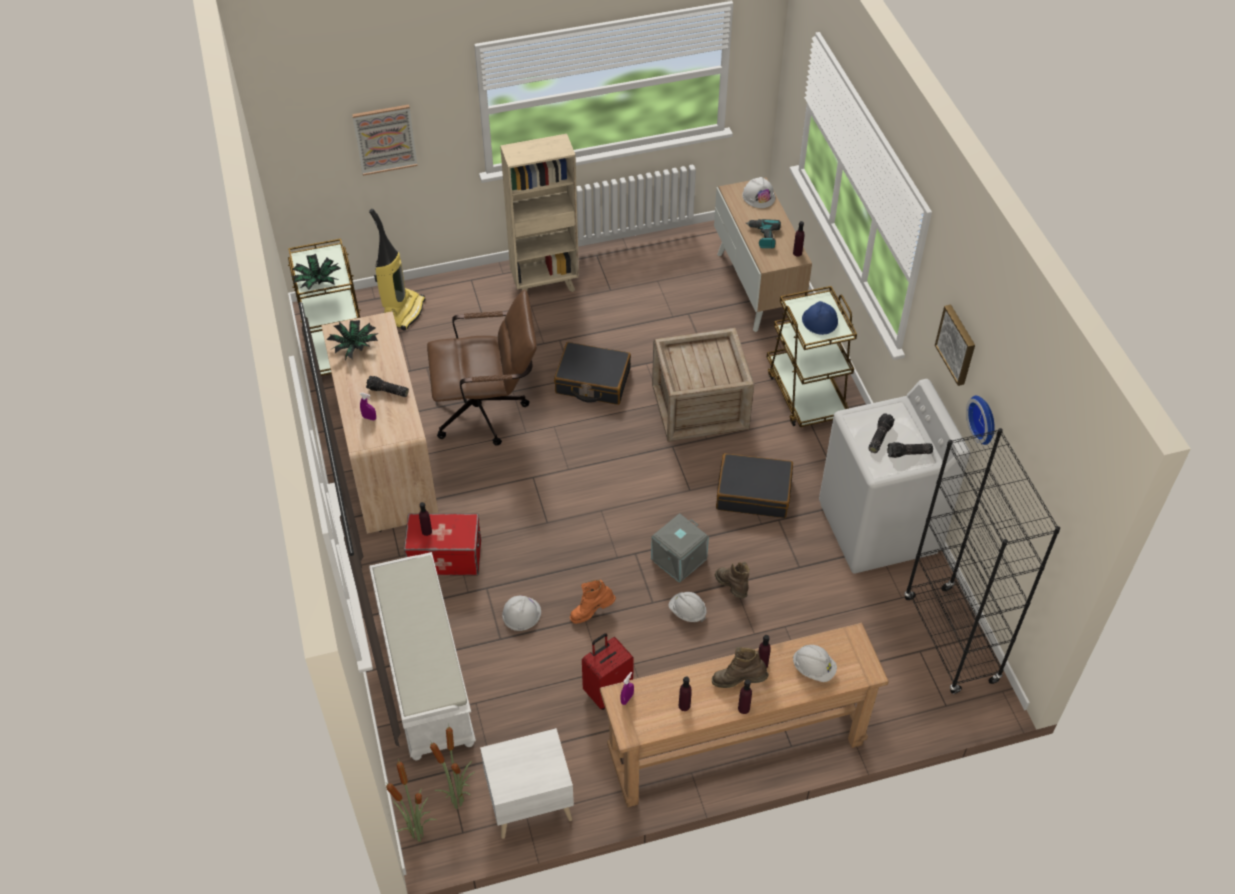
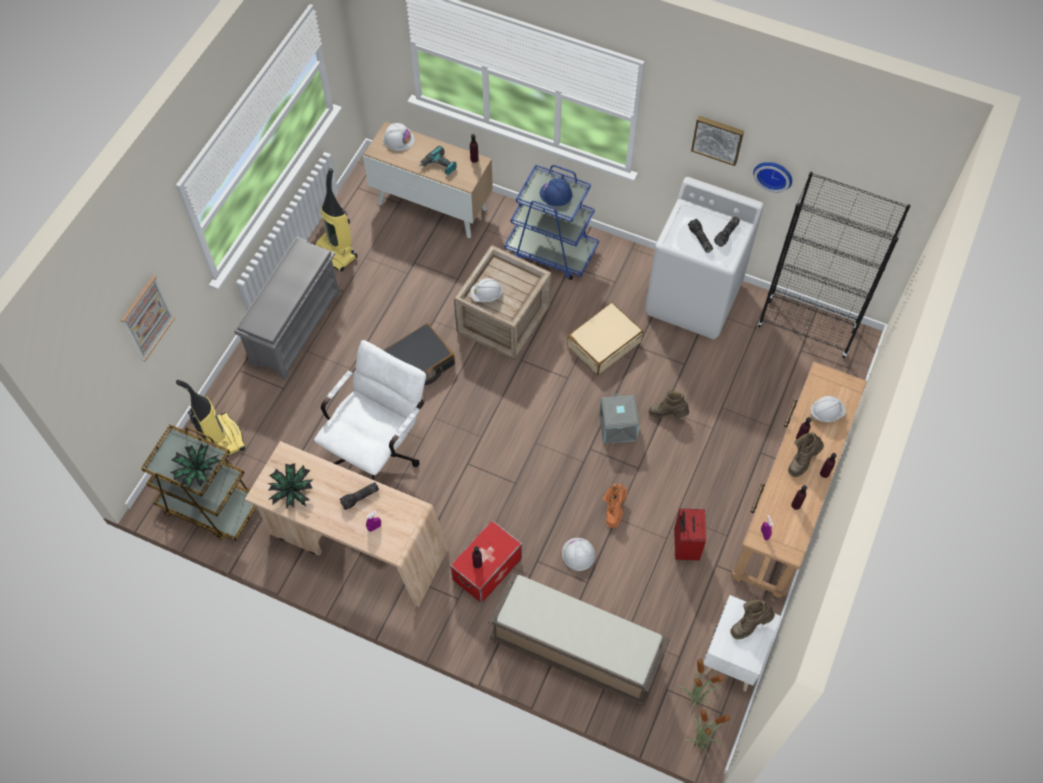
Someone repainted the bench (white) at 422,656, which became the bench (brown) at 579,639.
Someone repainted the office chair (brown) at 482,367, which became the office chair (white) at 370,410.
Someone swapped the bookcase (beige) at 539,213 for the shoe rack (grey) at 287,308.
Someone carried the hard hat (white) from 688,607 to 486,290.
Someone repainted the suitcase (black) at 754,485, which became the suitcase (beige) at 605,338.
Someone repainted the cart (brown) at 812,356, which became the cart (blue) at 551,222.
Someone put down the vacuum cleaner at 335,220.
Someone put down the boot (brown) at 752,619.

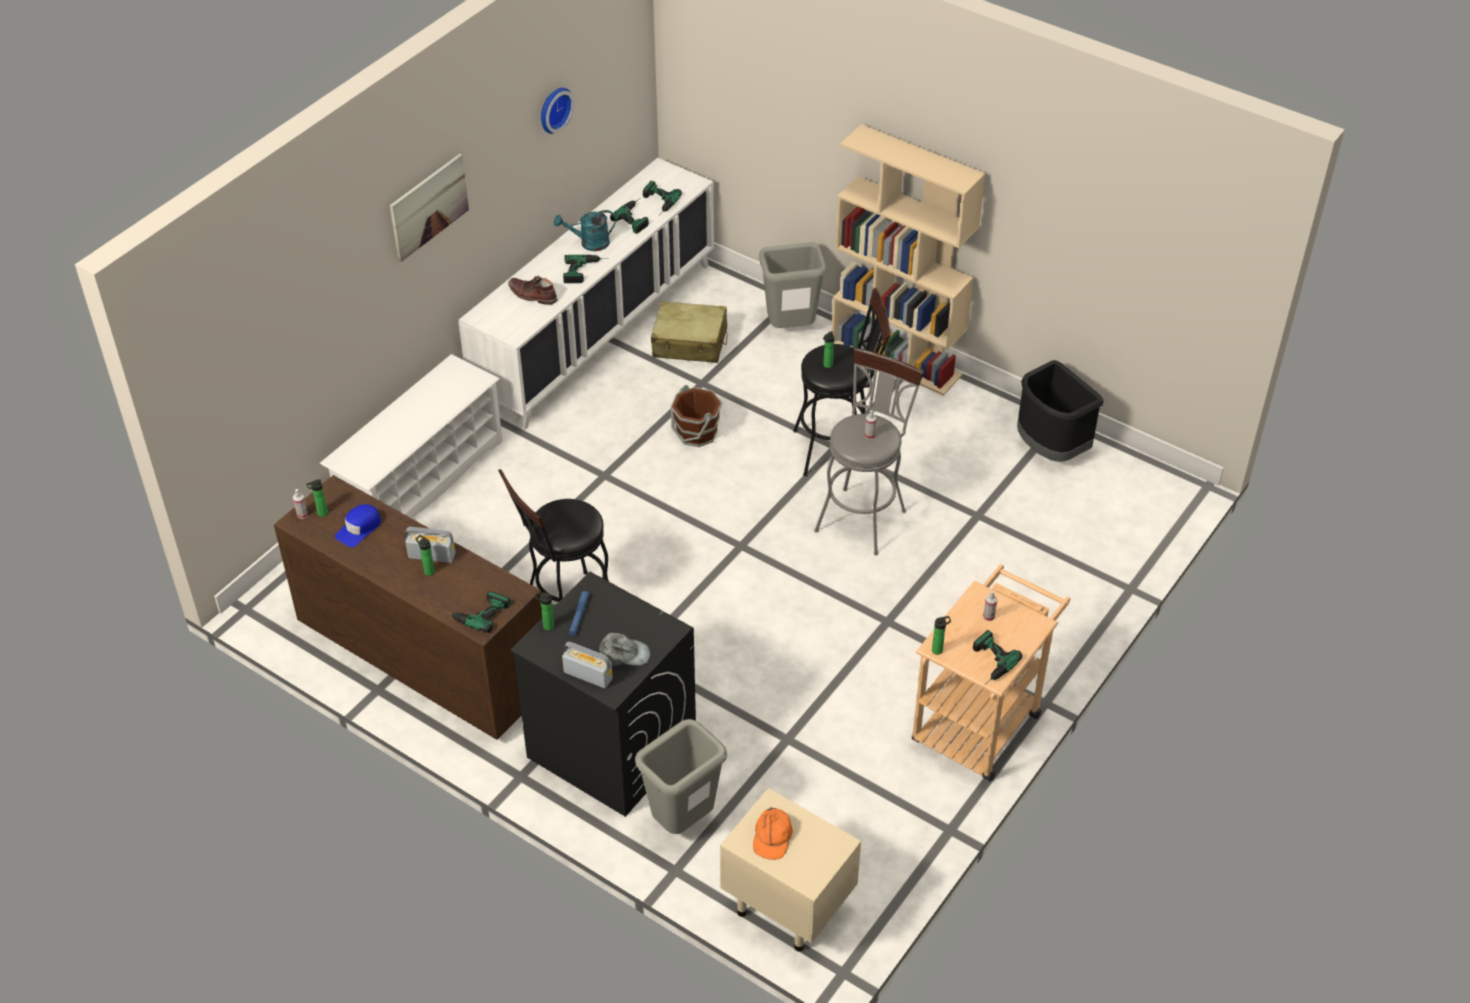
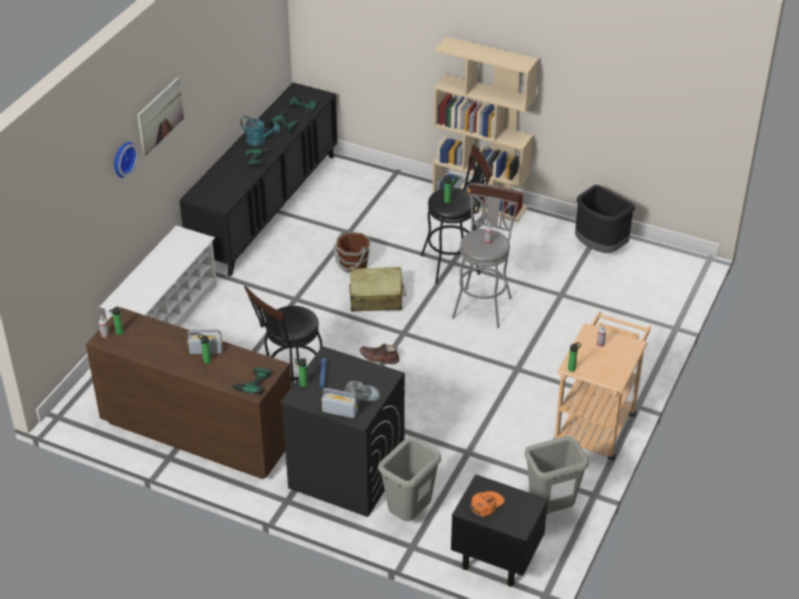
Someone took away the cap (blue) at 358,525.
Someone repainted the cabinet (white) at 586,294, which became the cabinet (black) at 259,179.
Someone carried the boot (brown) from 533,290 to 379,353.
Someone carried the wall clock from 557,111 to 126,160.
Someone rotated the watering can (turquoise) at 585,230 by 135 degrees counterclockwise.
Someone carried the suitcase (beige) from 689,332 to 377,289.
Someone repainted the nightstand (beige) at 790,870, which became the nightstand (black) at 499,530.
Someone rotated the cap (orange) at 773,833 by 135 degrees counterclockwise.
Someone carried the trash can (grey) from 793,285 to 557,475.
Someone took away the power drill at 997,657.

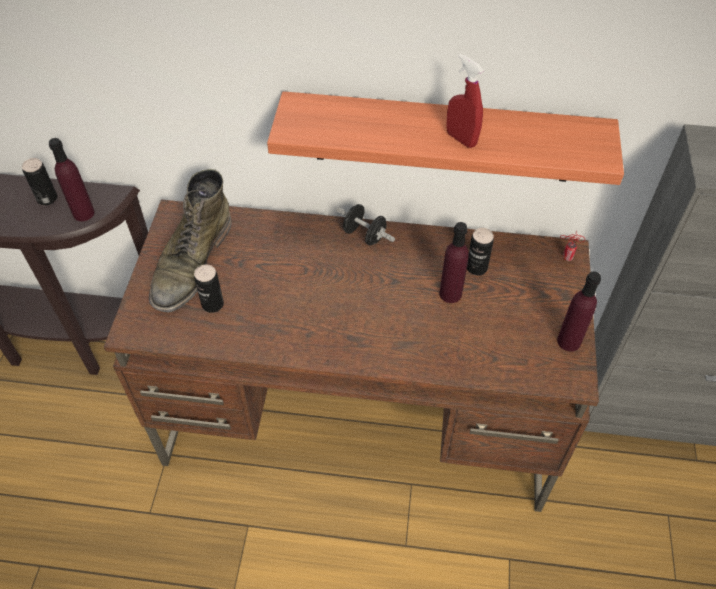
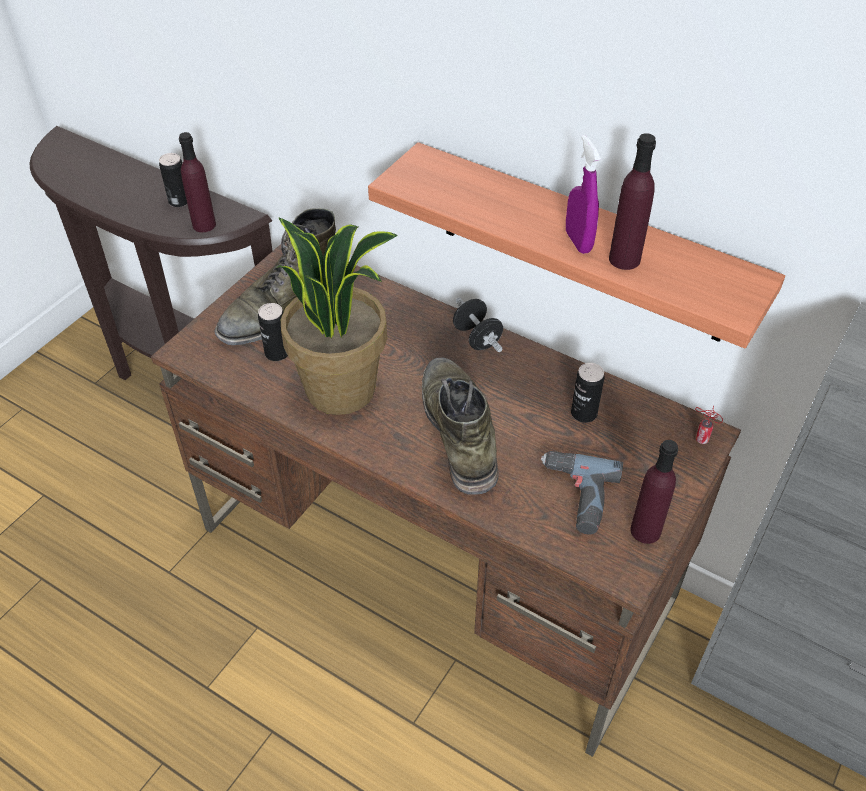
Someone carried the bottle (purple) from 454,262 to 632,201.
Someone repainted the spray bottle (red) at 465,101, which became the spray bottle (purple) at 583,194.
Someone put down the potted plant at 337,316.
Someone put down the boot (green) at 460,426.
Someone put down the power drill at 582,493.

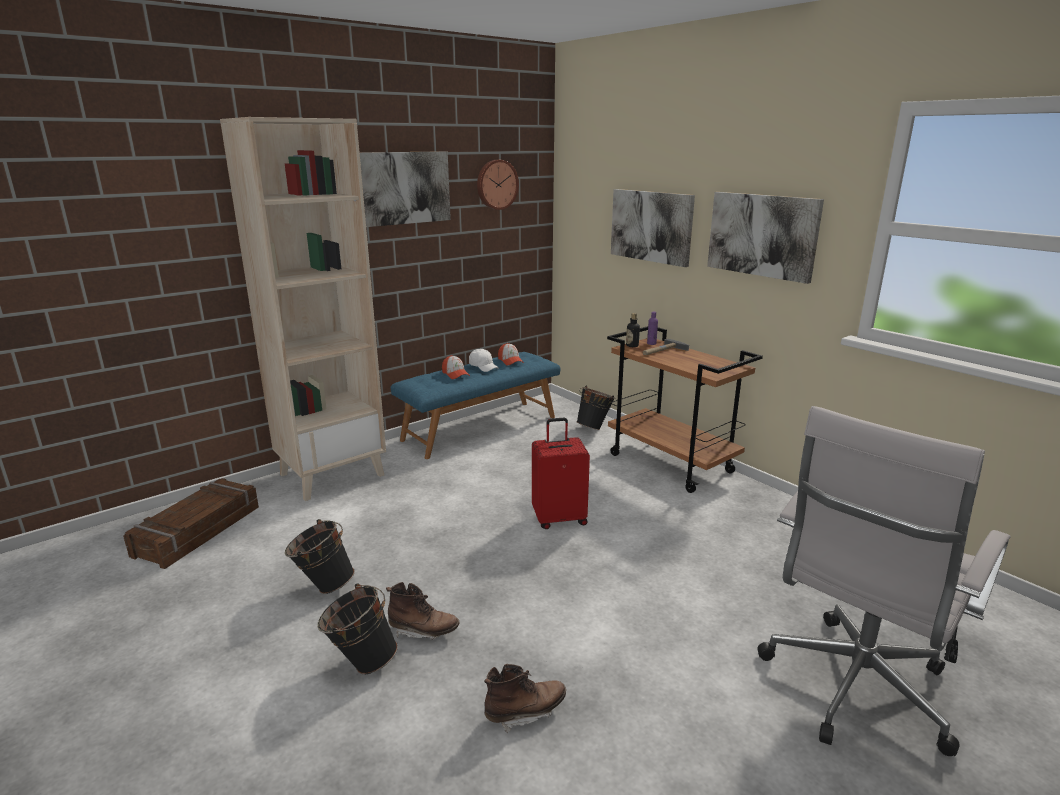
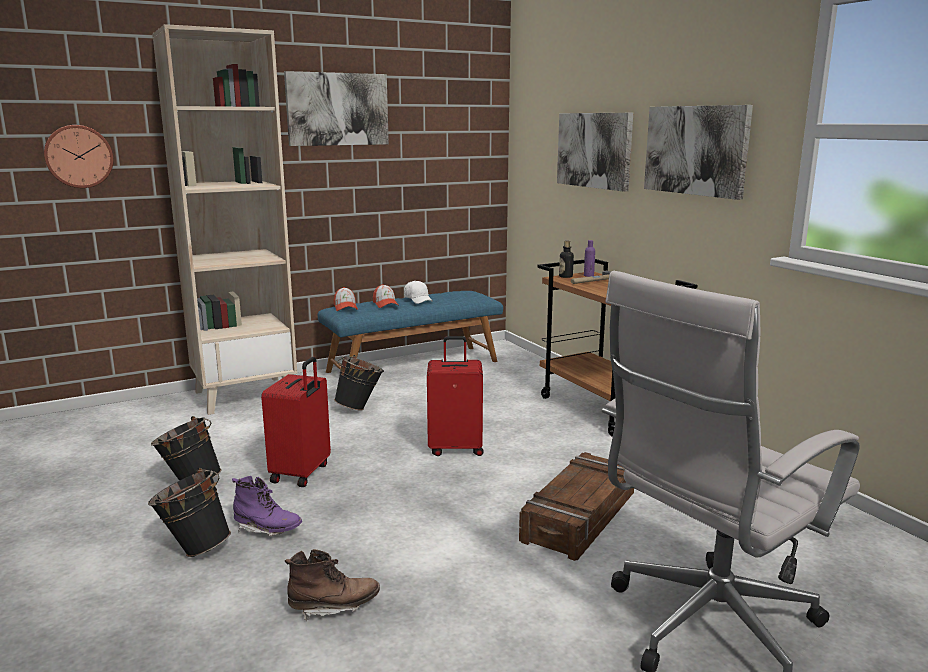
Someone carried the crate from 191,523 to 576,506.
Someone repainted the boot (brown) at 423,611, which became the boot (purple) at 267,506.
Someone carried the wall clock from 498,185 to 79,156.
Someone carried the cap from 511,354 to 346,299.
Someone carried the bucket (black) from 596,408 to 359,383.
Someone put down the suitcase (red) at 296,422.

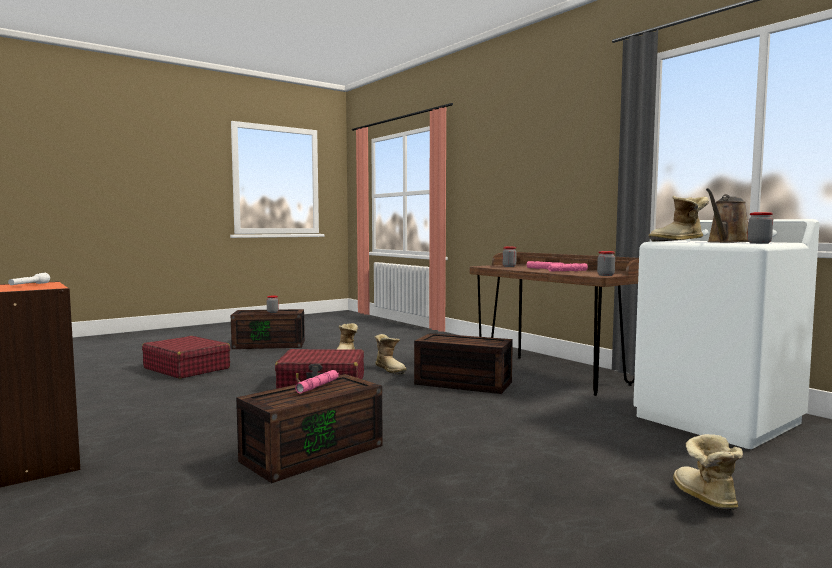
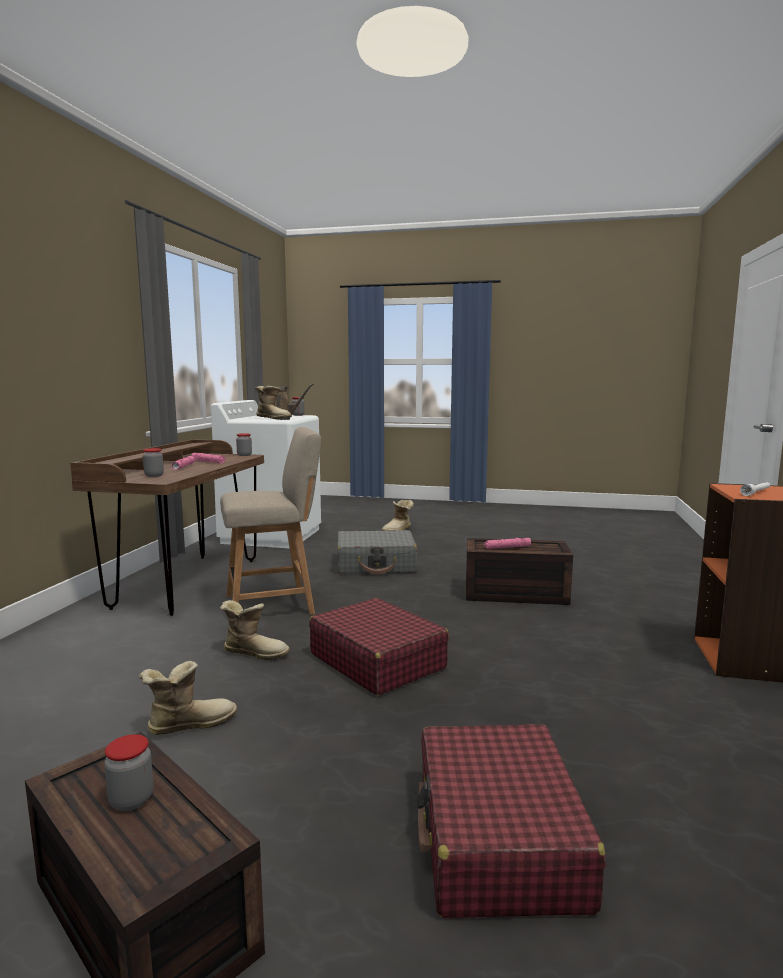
Someone rotated the boot at 390,354 by 90 degrees clockwise.
Someone swapped the storage box (brown) at 463,363 for the chair (beige) at 270,521.
Someone put down the suitcase (grey) at 377,552.

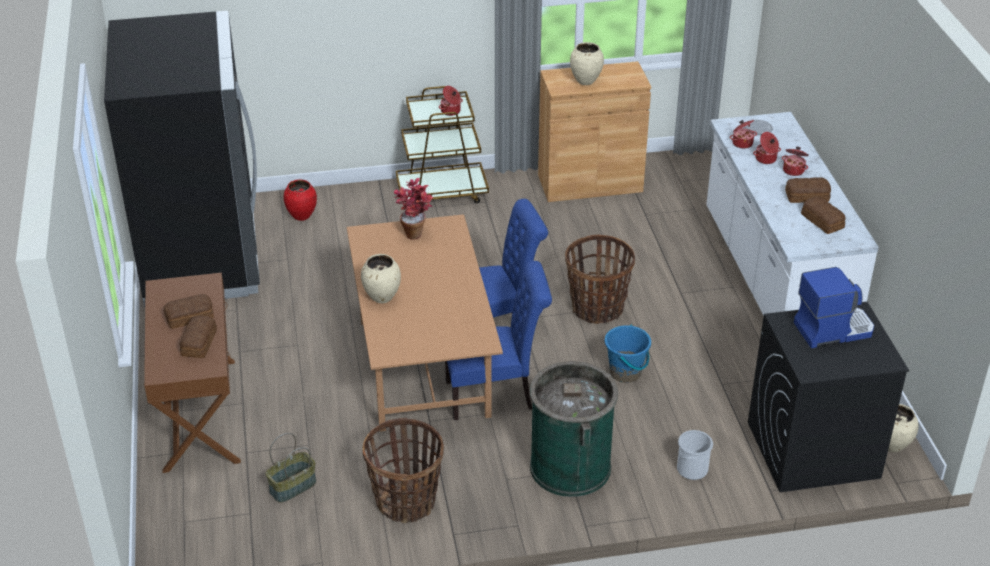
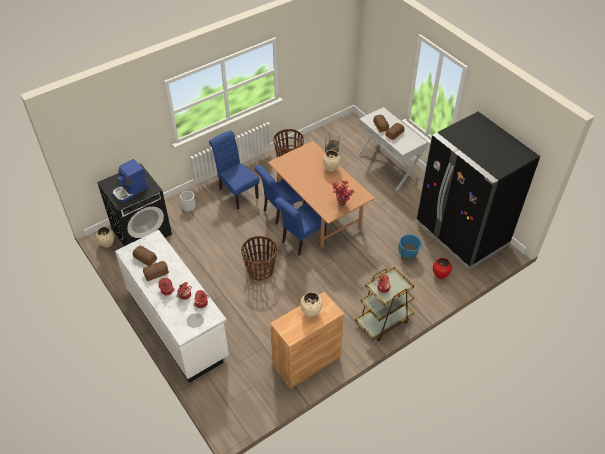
Someone repainted the console table (brown) at 192,373, which became the console table (white) at 392,149.
Someone swapped the trash can (green) at 574,429 for the chair (blue) at 234,169.
Someone carried the bucket (blue) from 628,354 to 410,247.

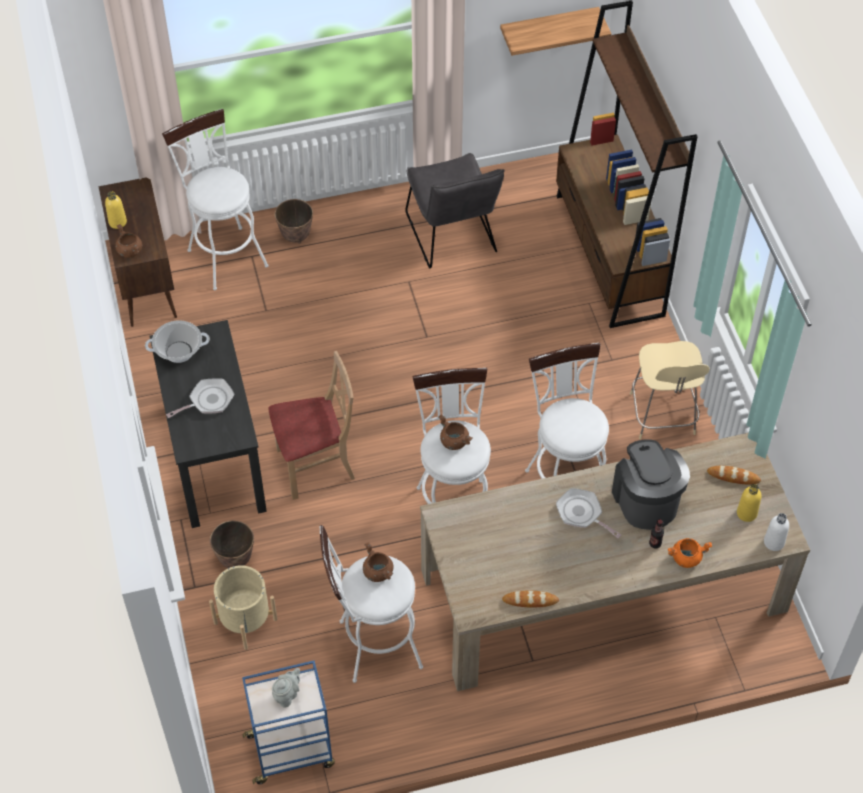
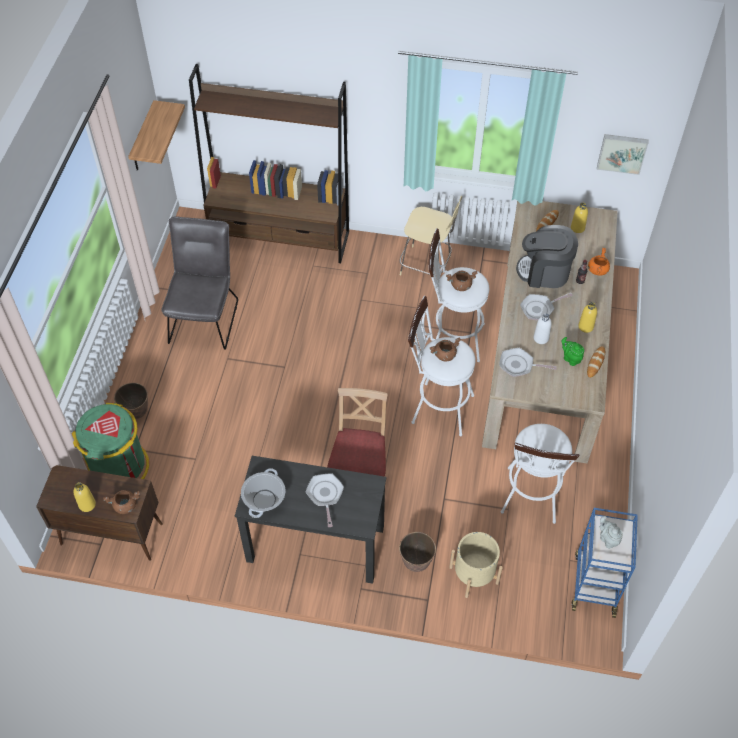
Someone swapped the stool (white) at 215,199 for the trash can (green) at 110,441.
Someone carried the cooking pot (brown) from 378,562 to 462,281.
Someone rotated the chair (grey) at 455,210 by 90 degrees counterclockwise.
Someone carried the bottle (white) from 776,532 to 543,329.
Someone put down the frying pan at 528,362.
Someone put down the teapot (green) at 573,351.
Someone put down the bottle (yellow) at 587,317.
Someone put up the picture at 623,154.

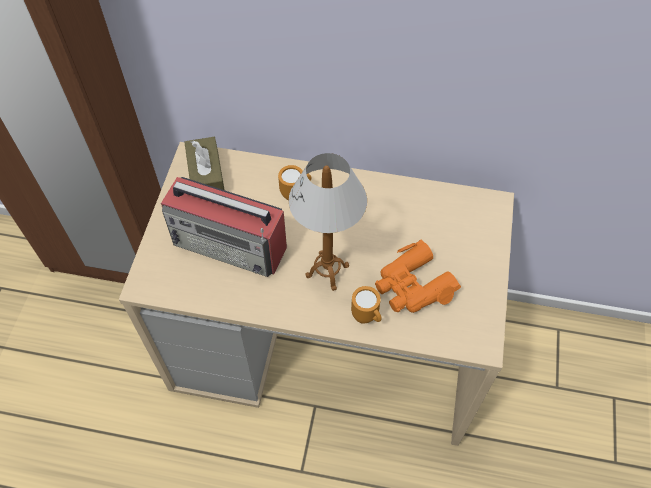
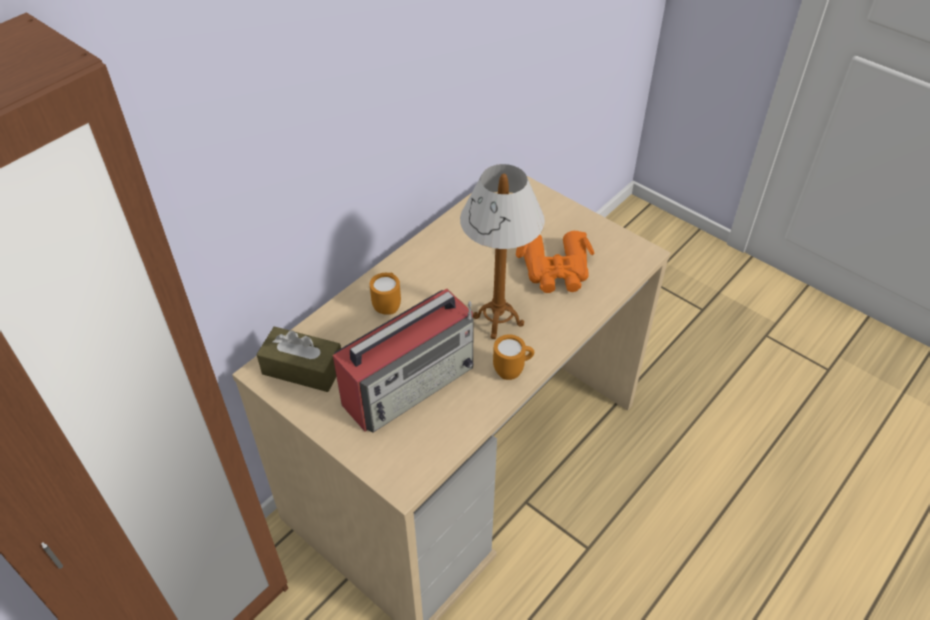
Someone carried the mug (orange) from 366,305 to 513,357.

